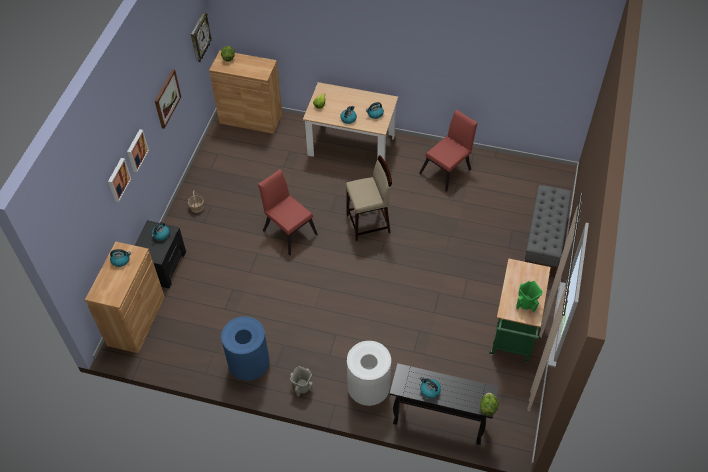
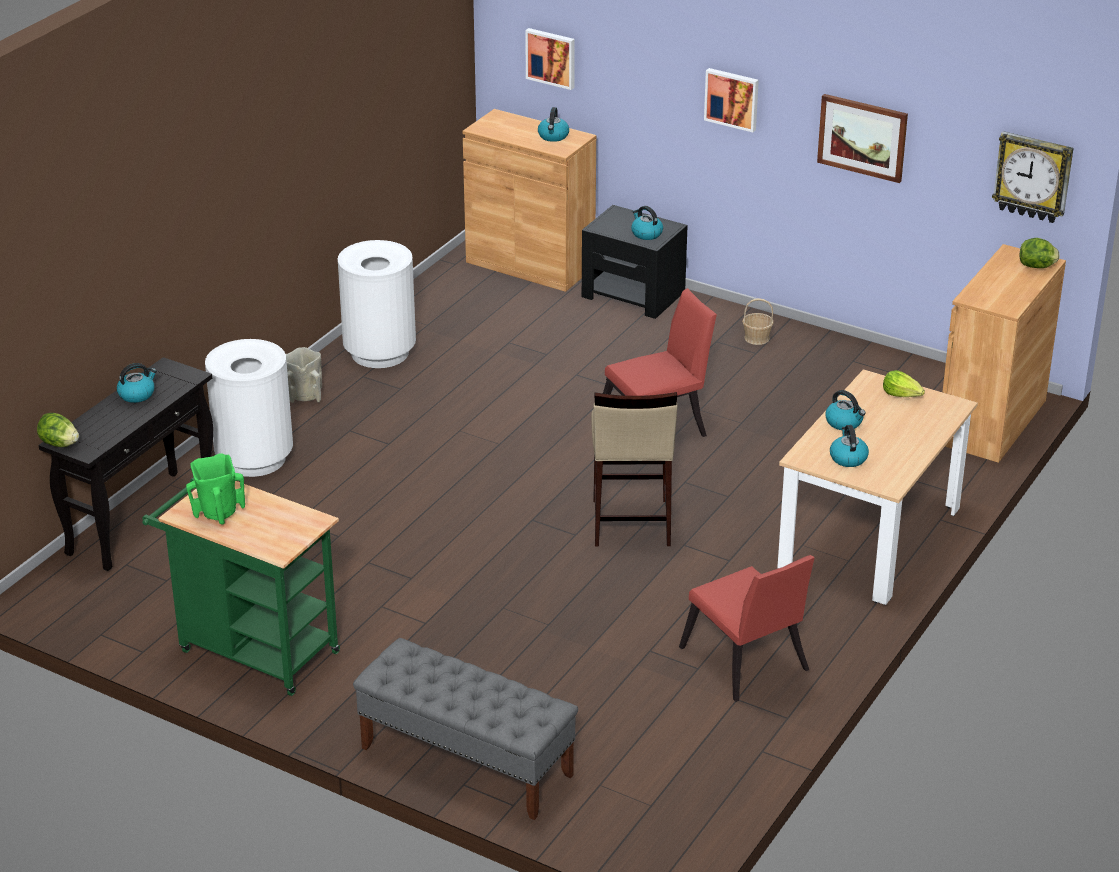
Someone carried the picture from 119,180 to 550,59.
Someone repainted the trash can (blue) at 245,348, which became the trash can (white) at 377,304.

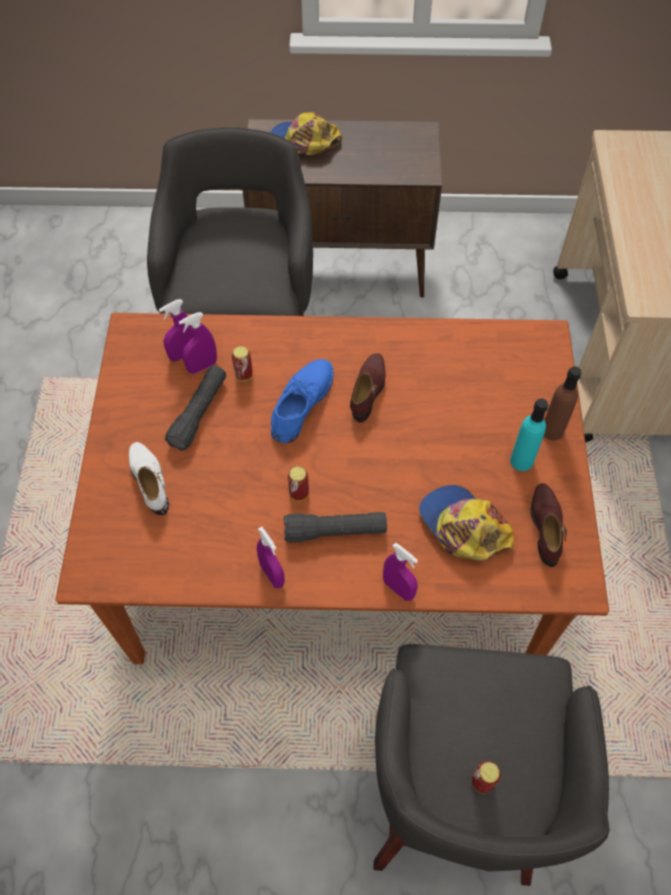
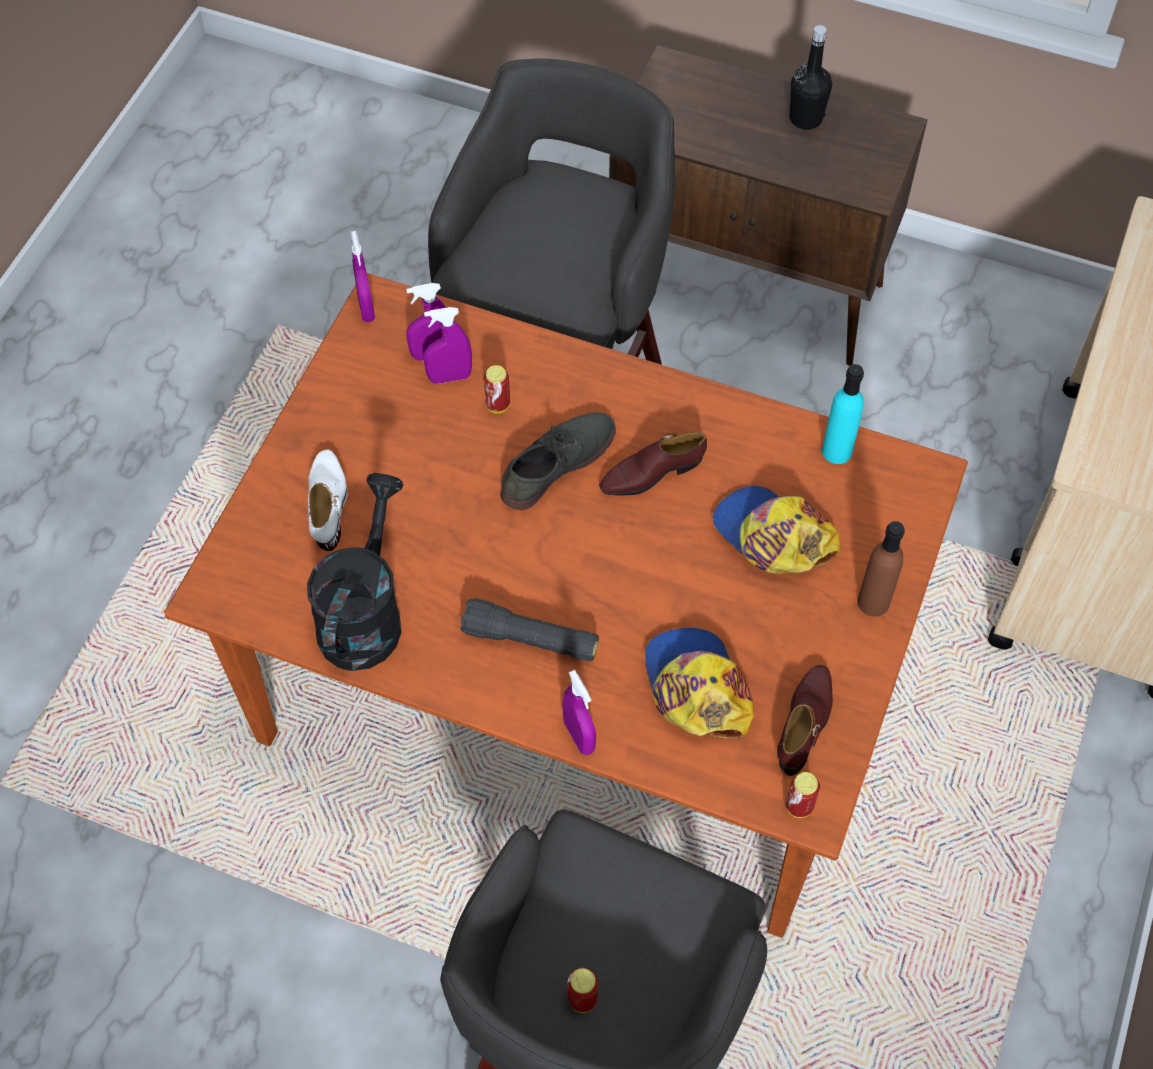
Someone took away the flashlight (black) at 195,408.
Someone carried the spray bottle (purple) from 271,557 to 363,276.
Someone carried the cap from 306,133 to 777,530.
Someone repainted the shoe (blue) at 302,401, which became the shoe (grey) at 558,461.
Someone carried the can from 298,483 to 803,795.
Someone rotated the shoe (brown) at 368,387 by 150 degrees counterclockwise.
Someone carried the bottle (turquoise) from 529,434 to 843,414.
Someone put down the watering can (black) at 355,572.
Someone put down the bottle (black) at 811,77.

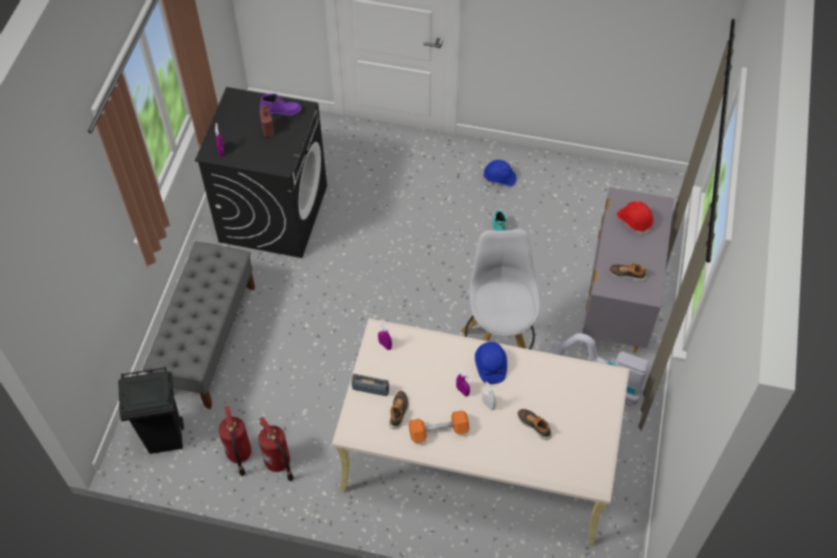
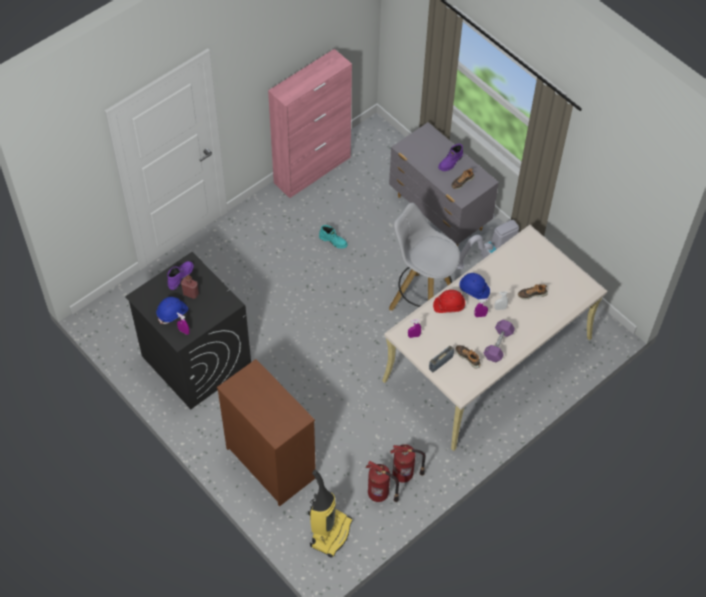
Someone swapped the trash can (black) at 151,410 for the vacuum cleaner at 330,514.
Someone swapped the bench (grey) at 199,325 for the dresser (brown) at 266,433.
Someone repainted the dumbbell (orange) at 439,426, which became the dumbbell (purple) at 499,341.
Someone carried the hard hat (blue) from 499,173 to 172,310.
Someone carried the hard hat (red) from 635,217 to 449,301.
Someone put down the cabinet (pink) at 310,123.
Someone put down the boot (purple) at 450,157.

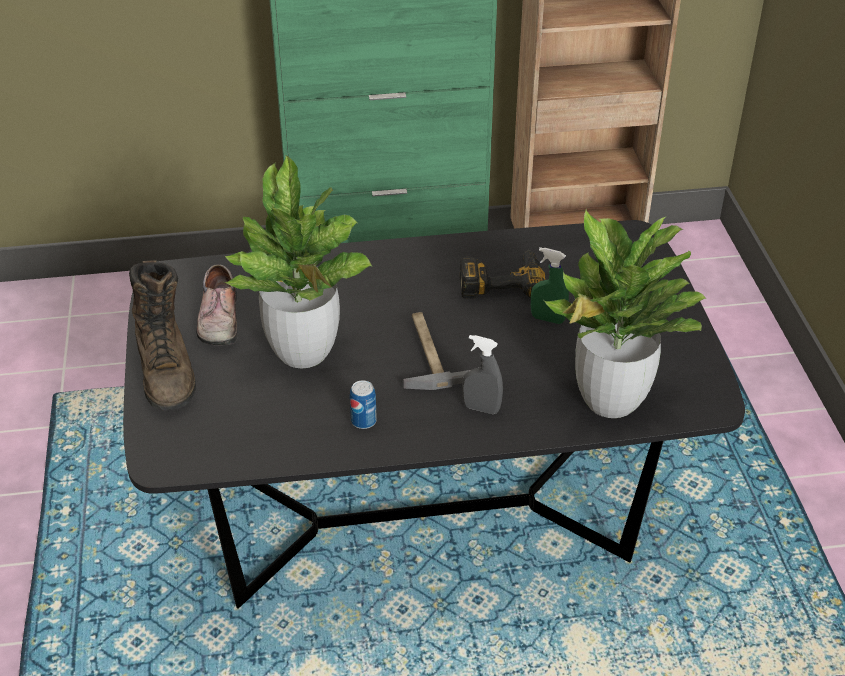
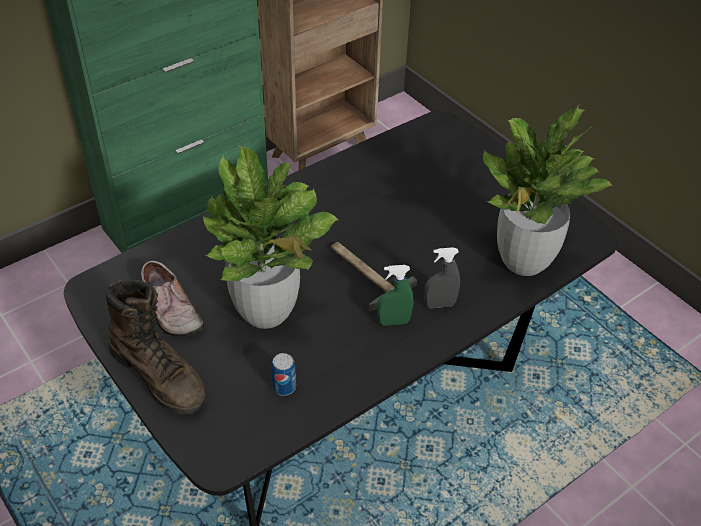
Someone carried the can from 363,404 to 283,374.
Someone took away the power drill at 503,274.
Someone carried the spray bottle (green) from 550,285 to 395,295.

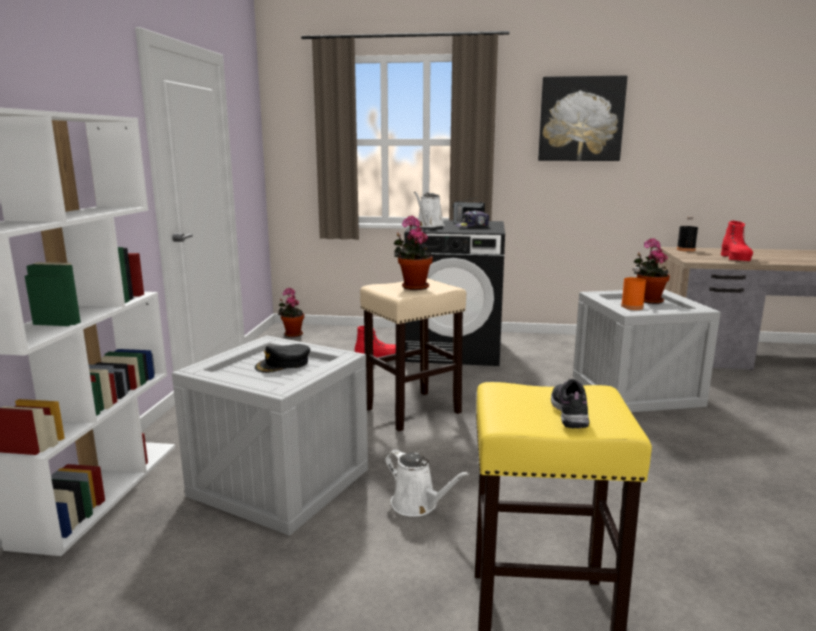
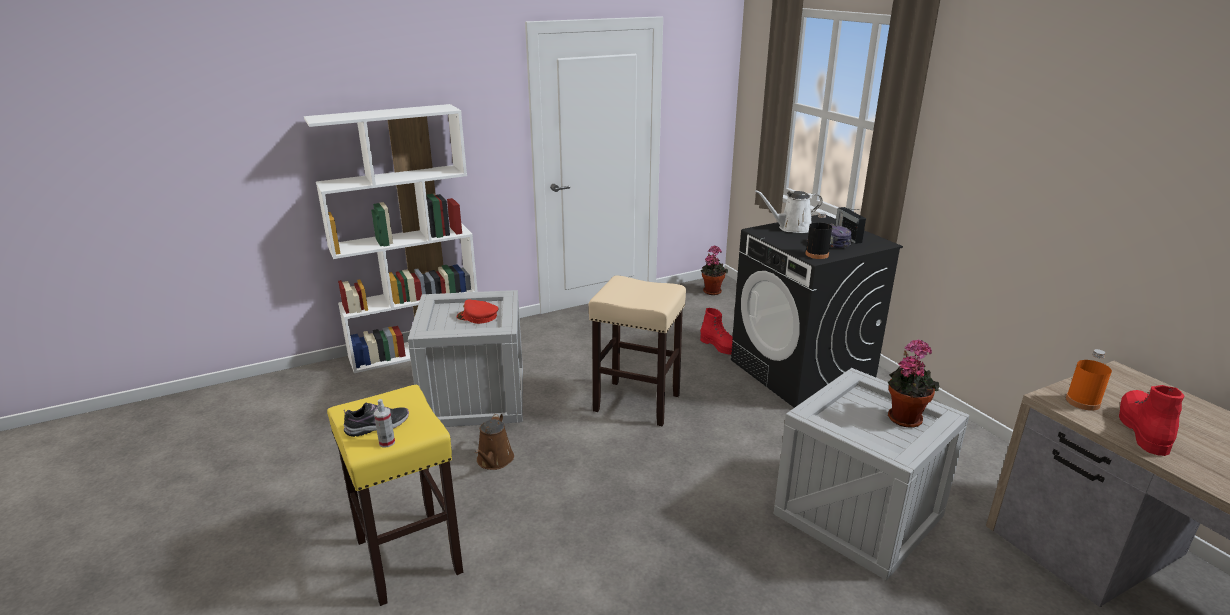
Someone repainted the cap (black) at 282,358, which became the cap (red) at 478,311.
Someone repainted the watering can (white) at 427,483, which became the watering can (brown) at 494,441.
Someone took away the potted plant at 413,253.
Someone took away the picture at 582,118.
Someone carried the bottle (orange) from 633,288 to 1089,380.
Someone carried the bottle (black) from 687,234 to 819,235.
Someone rotated the boot (red) at 737,241 by 135 degrees clockwise.
Someone put down the spray bottle at 384,423.

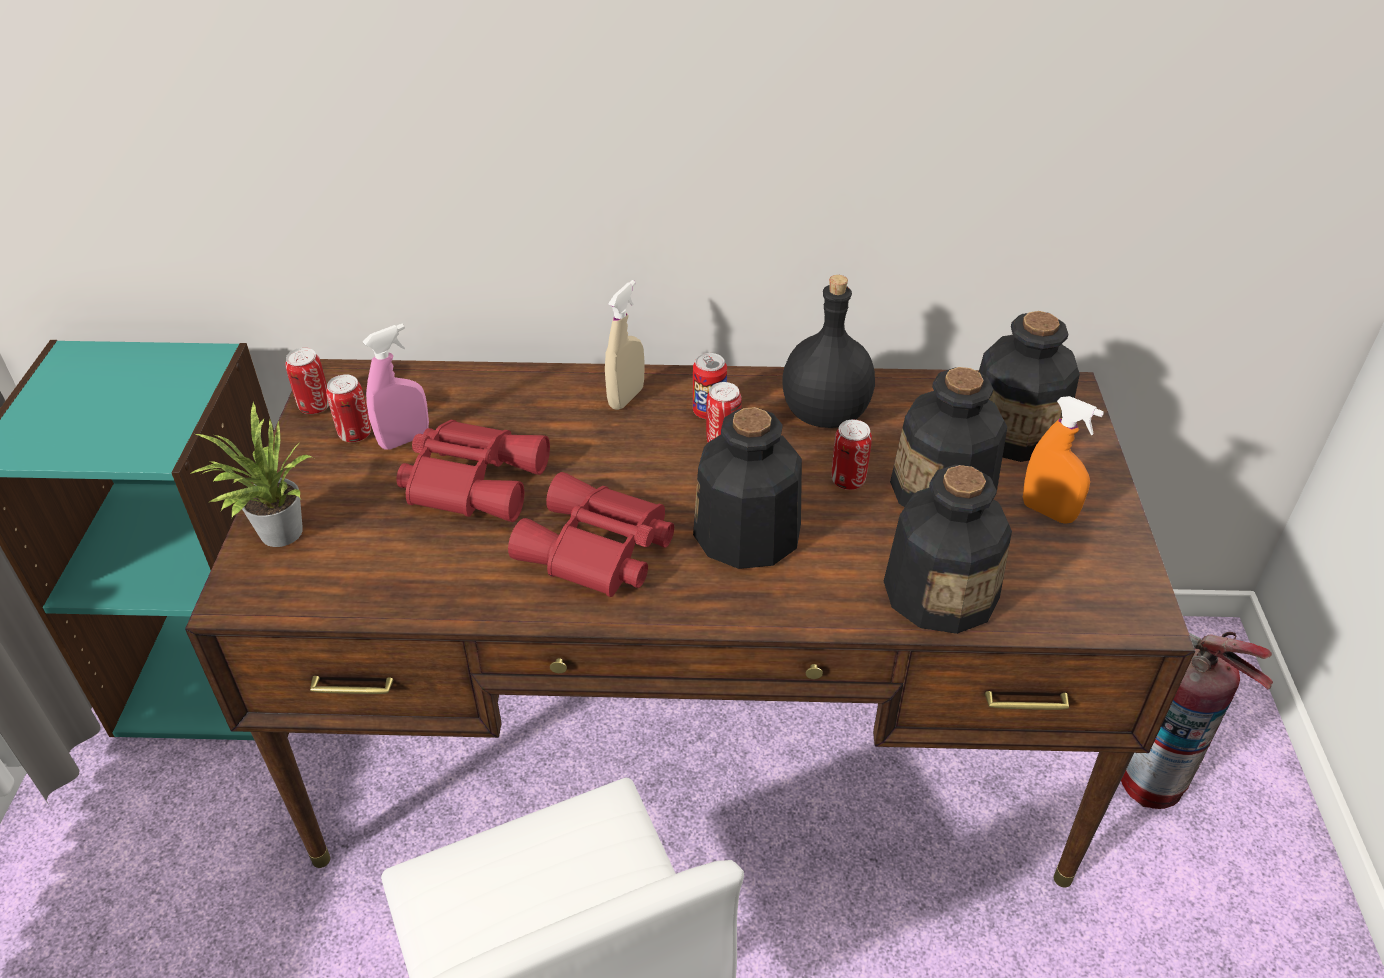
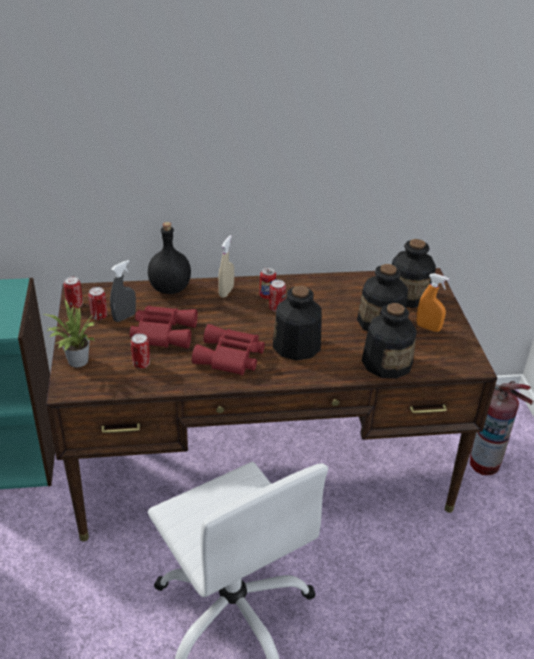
Someone repainted the spray bottle (pink) at 396,387, which became the spray bottle (grey) at 123,291.
Someone carried the bottle (black) from 828,351 to 169,258.
Someone carried the can from 852,455 to 140,351.

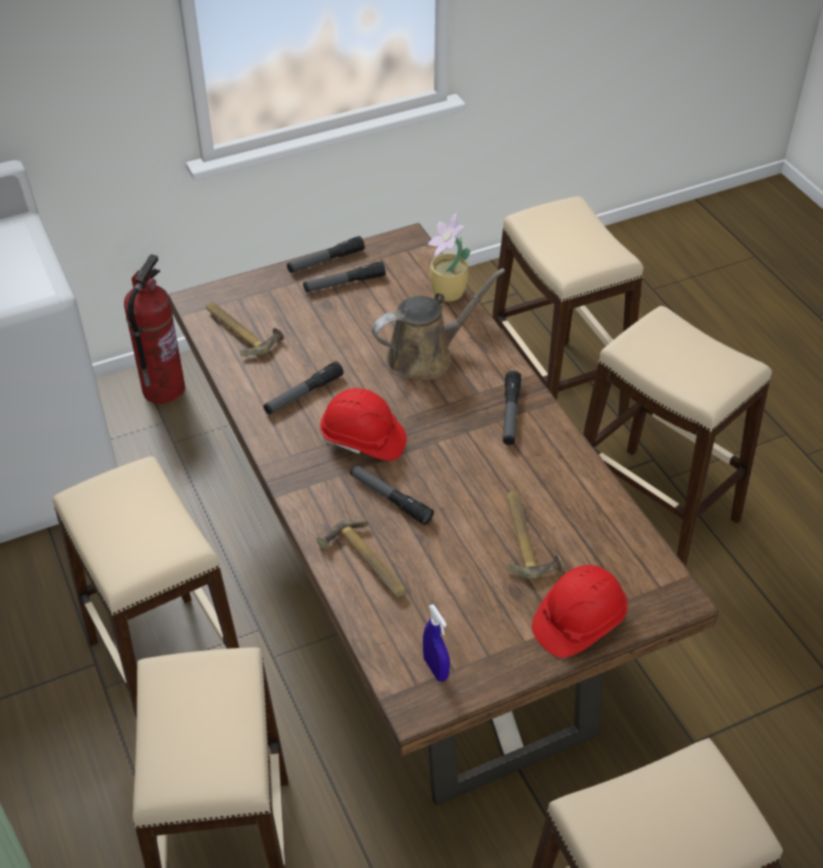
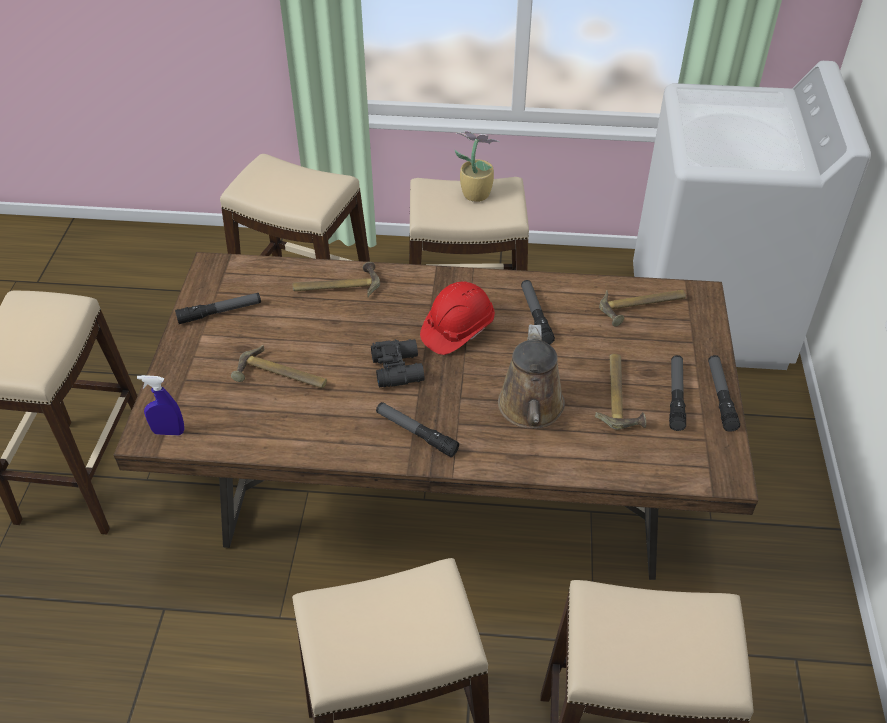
Someone took away the fire extinguisher at 154,329.
Someone carried the flashlight from 392,495 to 218,308.
Someone carried the spray bottle (blue) from 436,643 to 160,405.
Someone carried the potted plant from 449,257 to 477,166.
Someone took away the hard hat (red) at 580,611.
Someone put down the binoculars (black) at 398,363.
Someone put down the hammer at 620,392.

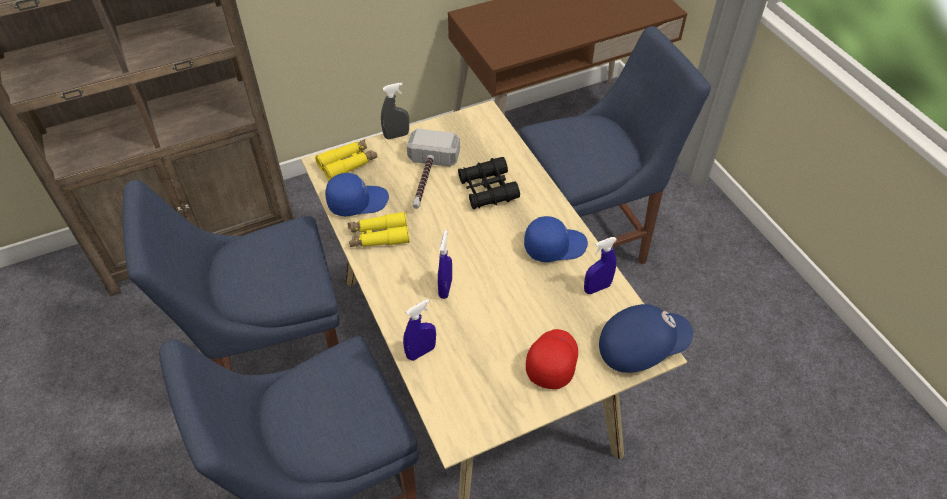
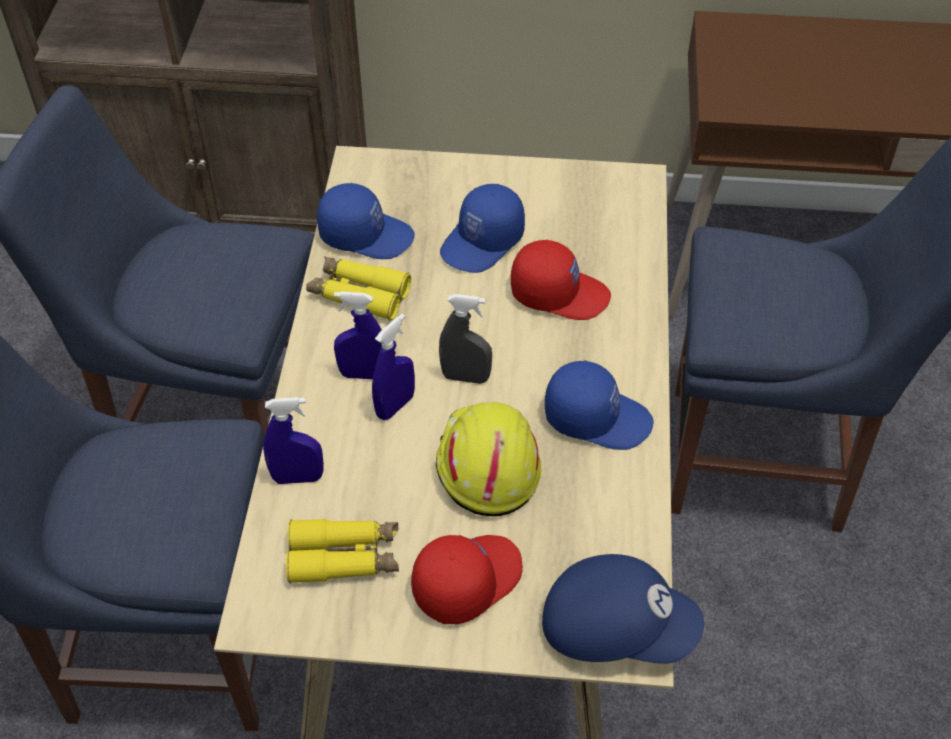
Someone carried the binoculars (yellow) from 346,160 to 342,551.
Someone carried the spray bottle (grey) from 395,111 to 465,339.
Someone swapped the hammer at 433,168 for the cap (blue) at 482,228.
Someone swapped the binoculars (black) at 489,183 for the cap (red) at 561,280.
Someone carried the spray bottle (blue) from 600,265 to 358,335.
Someone put down the hard hat (yellow) at 488,459.

